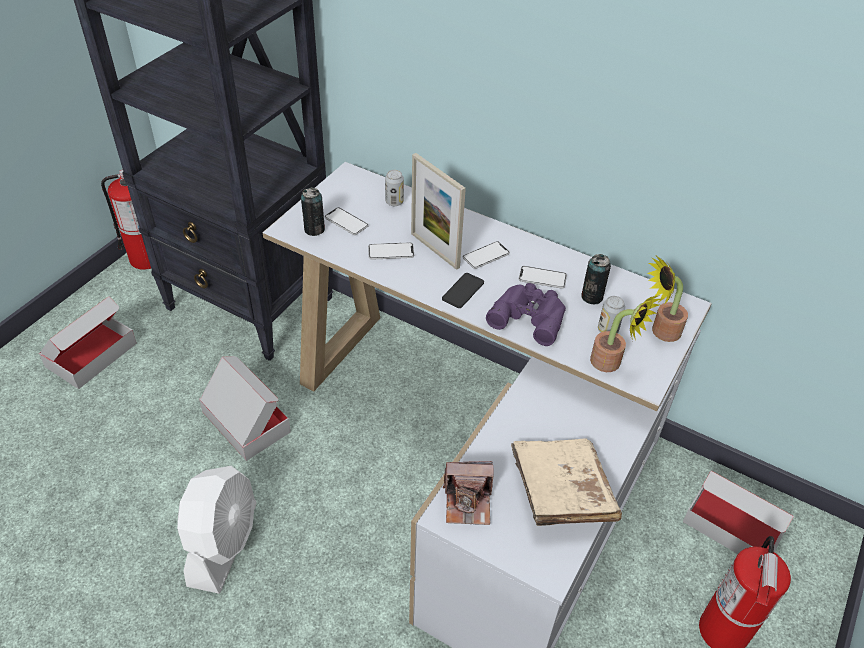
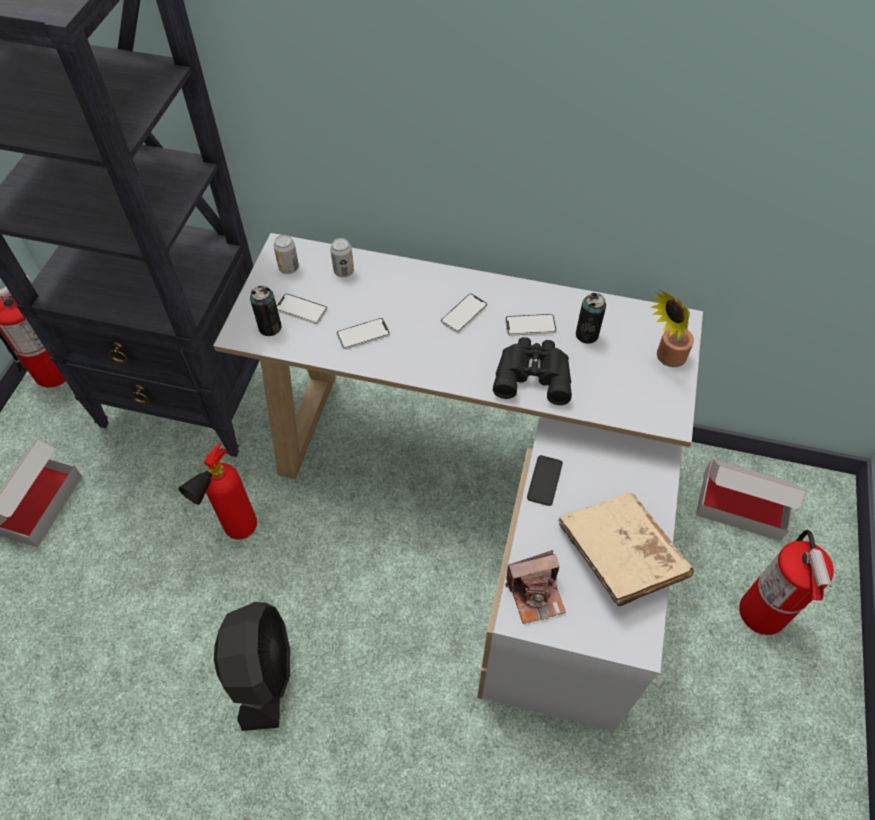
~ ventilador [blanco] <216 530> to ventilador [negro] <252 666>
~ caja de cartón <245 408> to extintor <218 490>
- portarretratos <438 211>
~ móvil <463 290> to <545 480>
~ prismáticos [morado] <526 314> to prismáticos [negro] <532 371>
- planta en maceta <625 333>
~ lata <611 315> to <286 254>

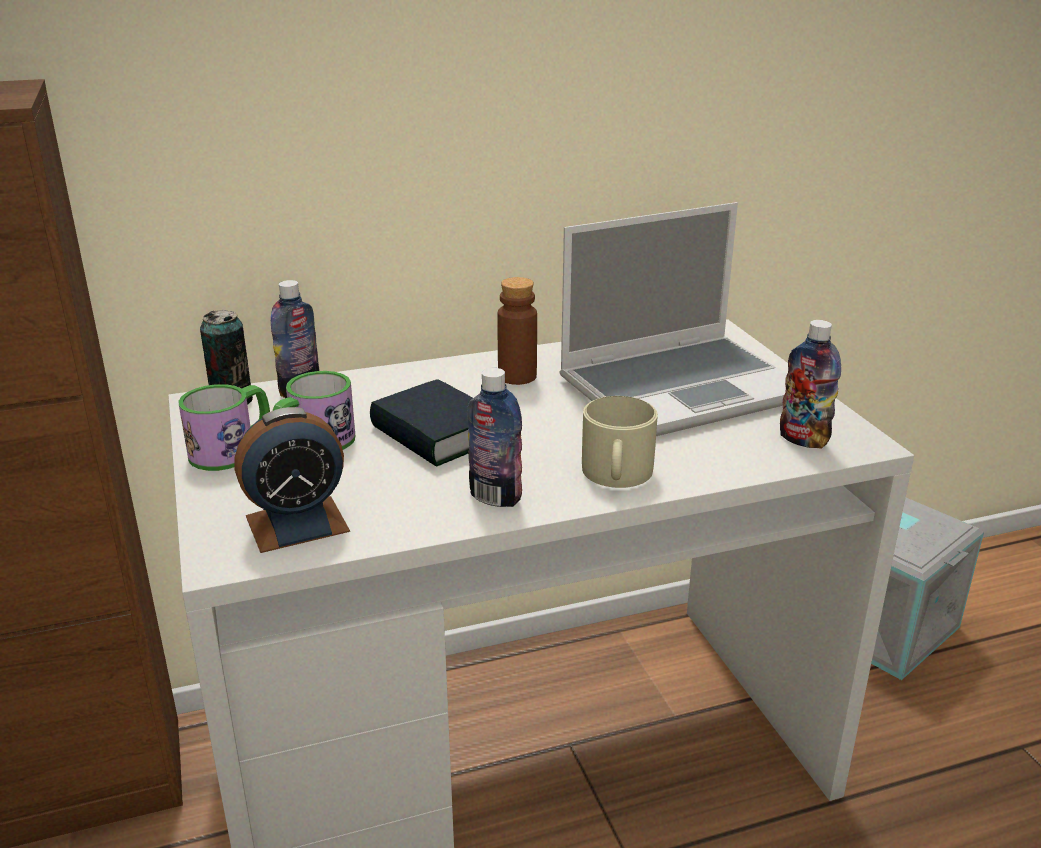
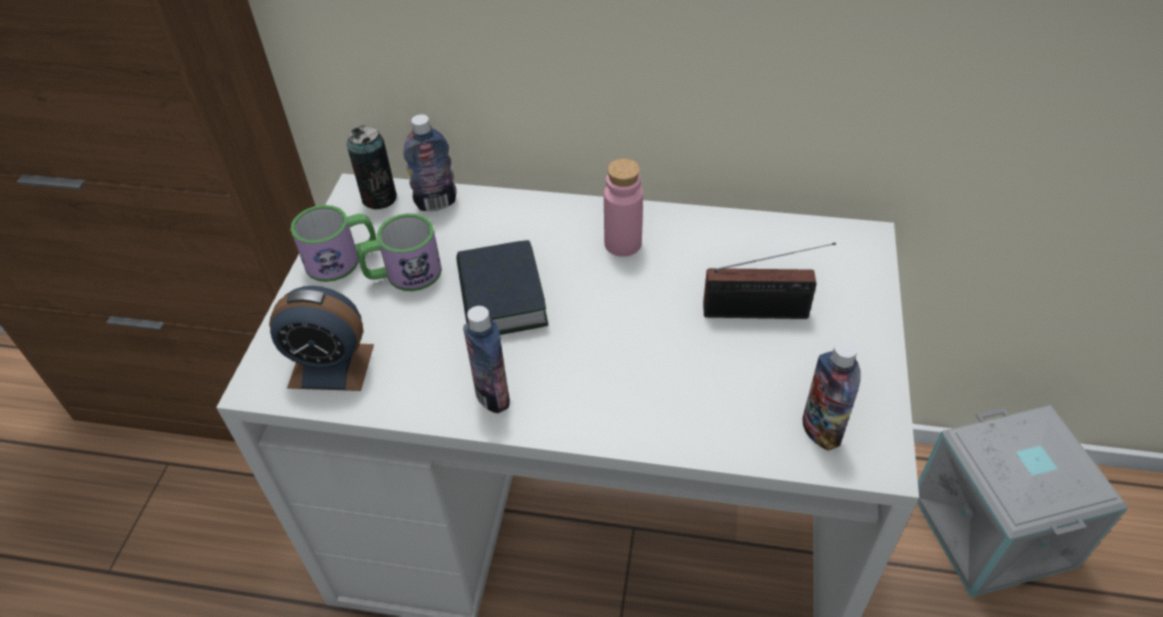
~ botella [marrón] <517 331> to botella [rosa] <623 207>
~ portátil <673 319> to radio <769 280>
- taza grande [beis] <620 442>

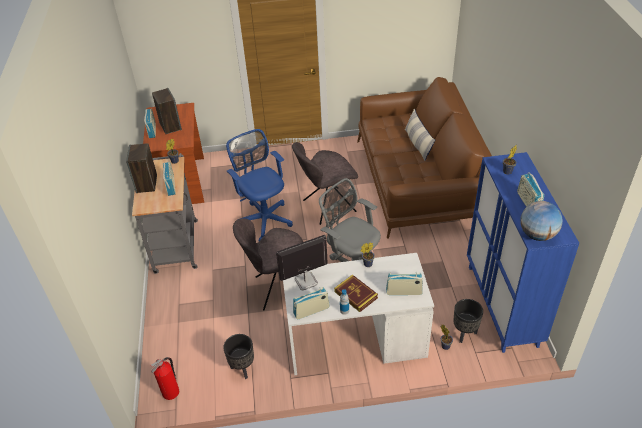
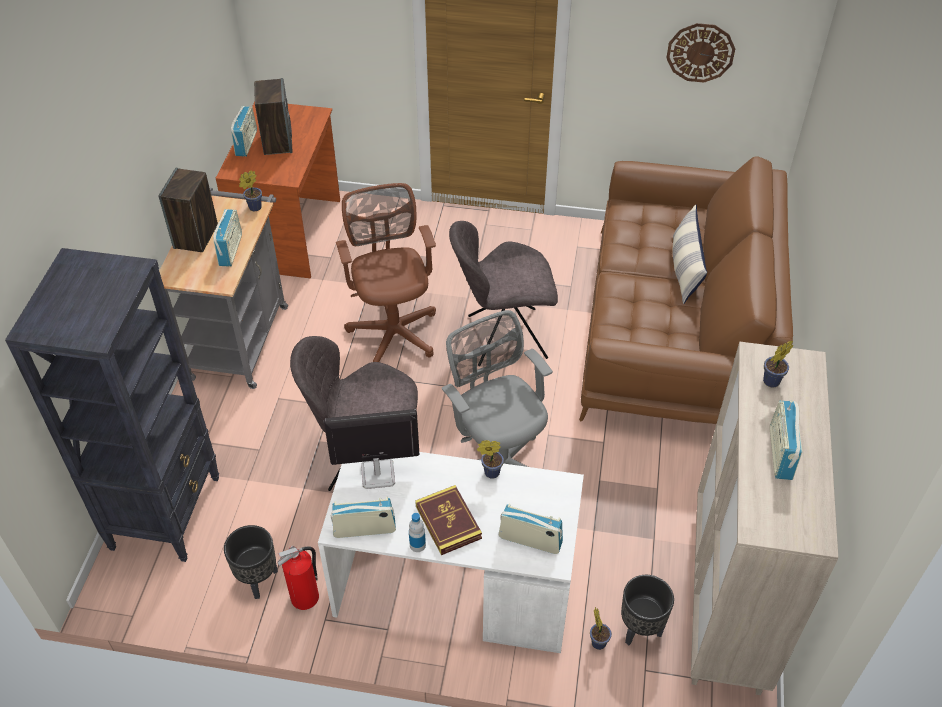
~ extintor <165 378> to <298 578>
~ silla de oficina [azul] <259 185> to silla de oficina [marrón] <386 272>
~ armario [azul] <523 252> to armario [beis] <764 518>
- globo terráqueo <541 221>
+ estantería [negro] <112 405>
+ reloj de pared <700 53>

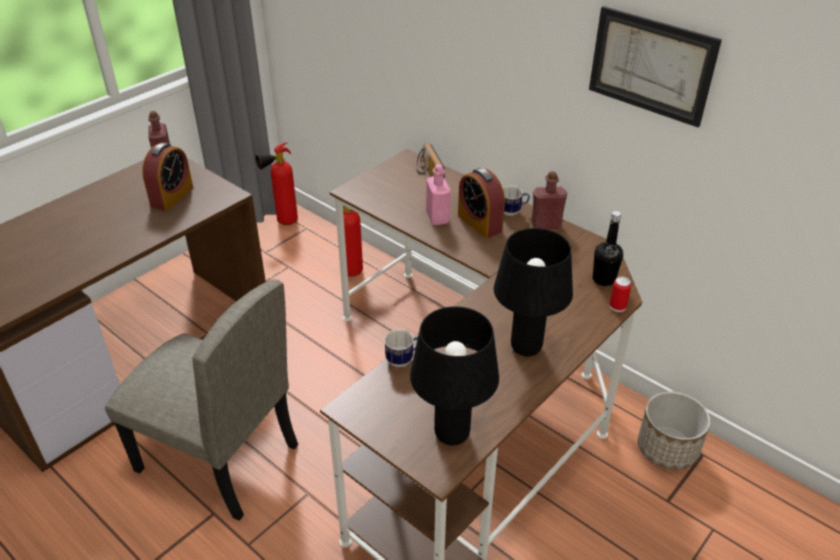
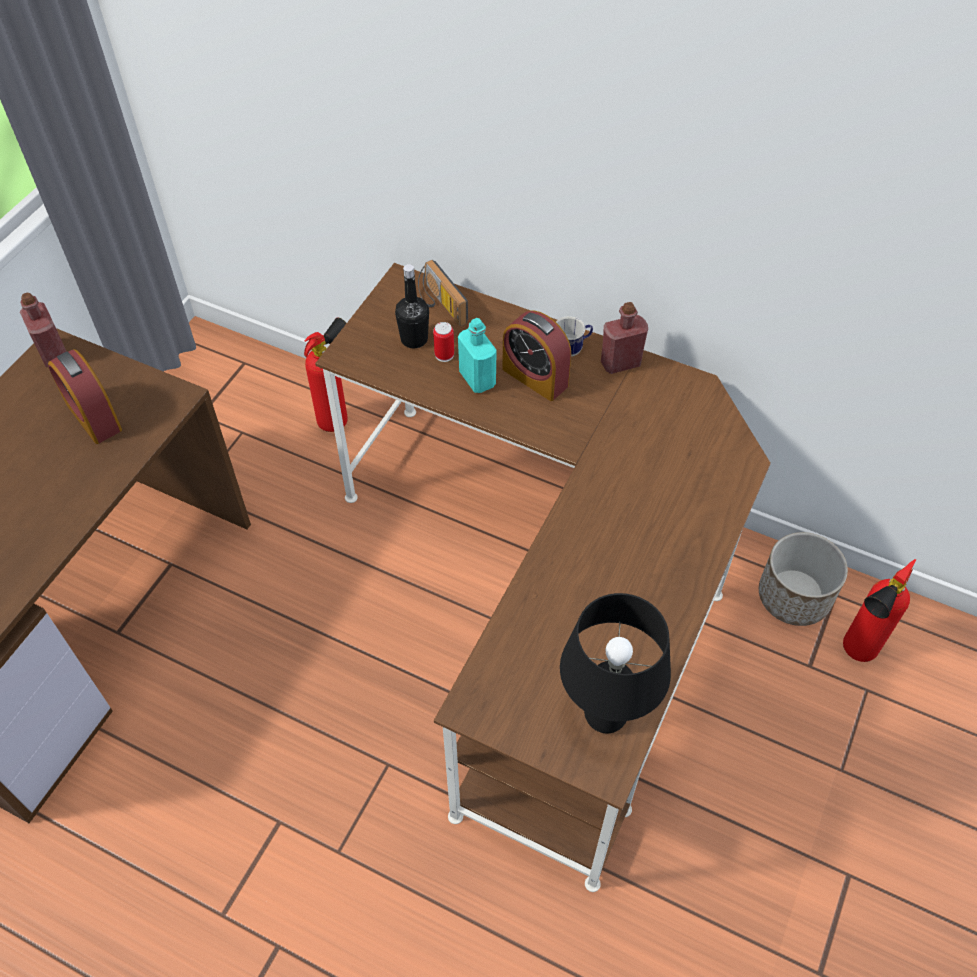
- silla [beis] <201 400>
~ despertador <167 177> = <85 396> 135 degrees clockwise
~ extintor <276 183> to <879 610>
- taza grande <401 348>
~ botella [rosa] <438 194> to botella [turquesa] <477 355>
- lámpara de mesa [negro] <533 292>
- cuadro <655 66>
~ botella [negro] <608 248> to <412 306>
~ lata <620 294> to <443 342>

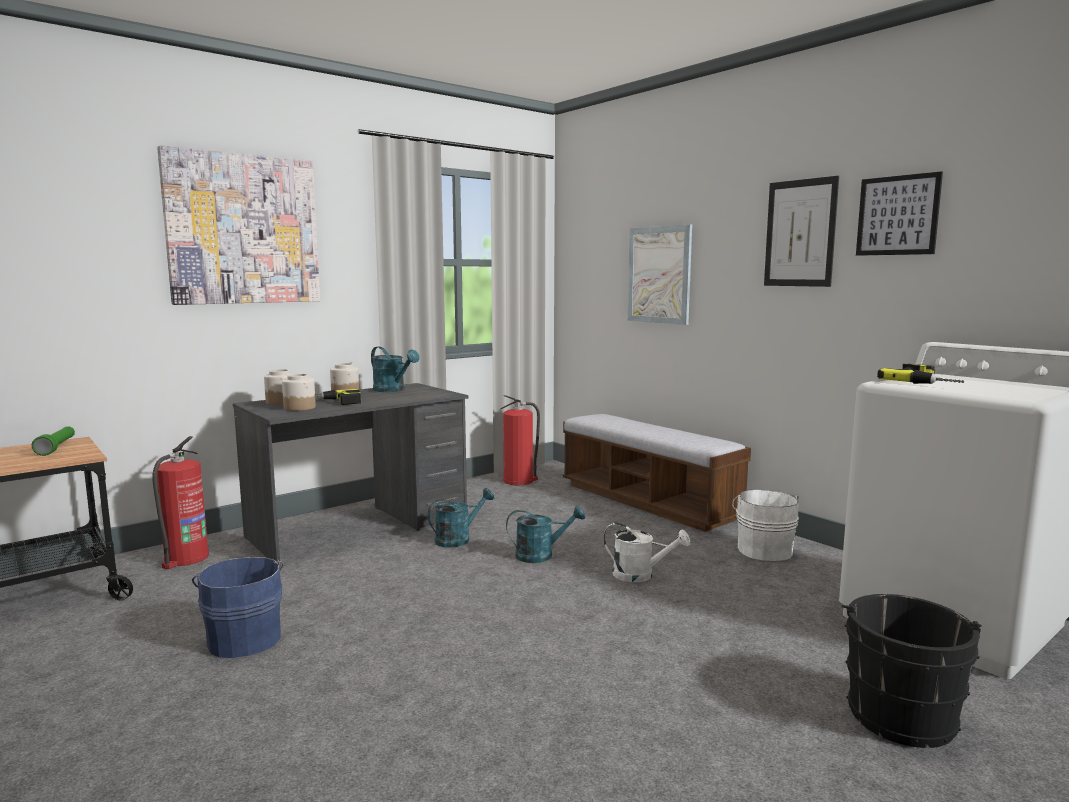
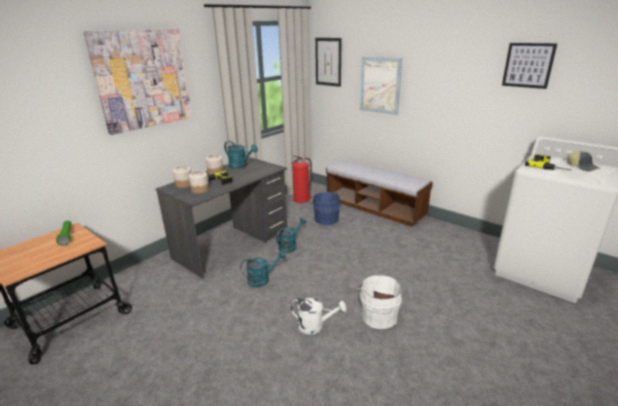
- extintor <180 502>
~ cubo [azul] <238 607> to <325 208>
~ regadera [turquesa] <545 534> to <263 269>
~ regadera [blanco] <646 552> to <319 316>
~ cubo [blanco] <765 525> to <379 302>
~ cuadro <801 231> to <328 62>
- cubo [negro] <912 671>
+ gorra <583 161>

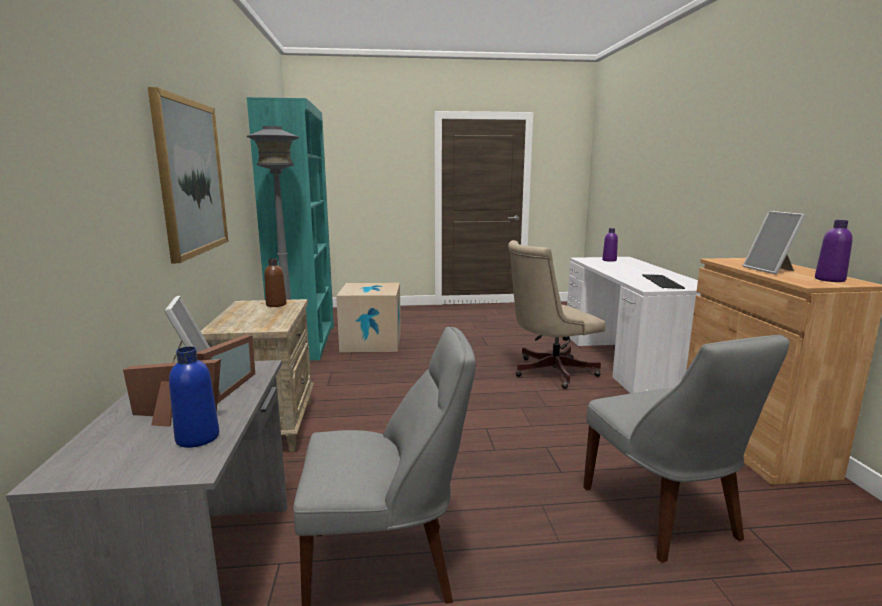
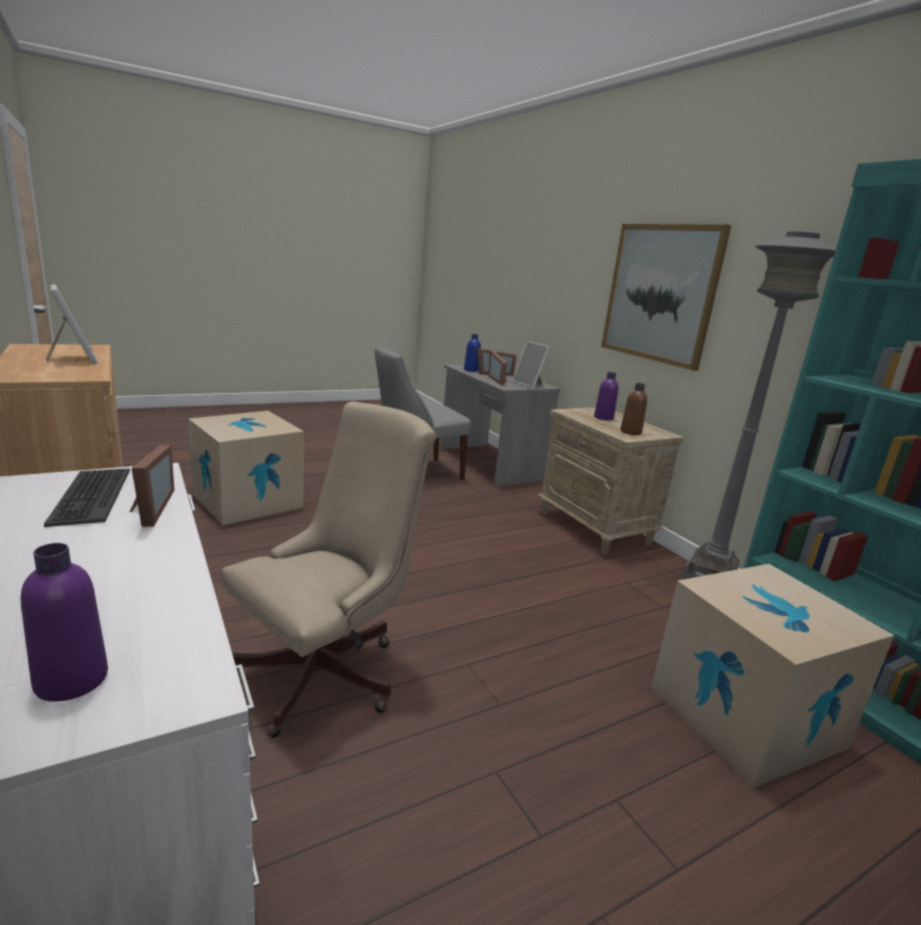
~ silla [gris] <686 449> to caja de cartón <246 468>
~ botella [morado] <834 251> to <606 396>
+ portarretratos <152 486>

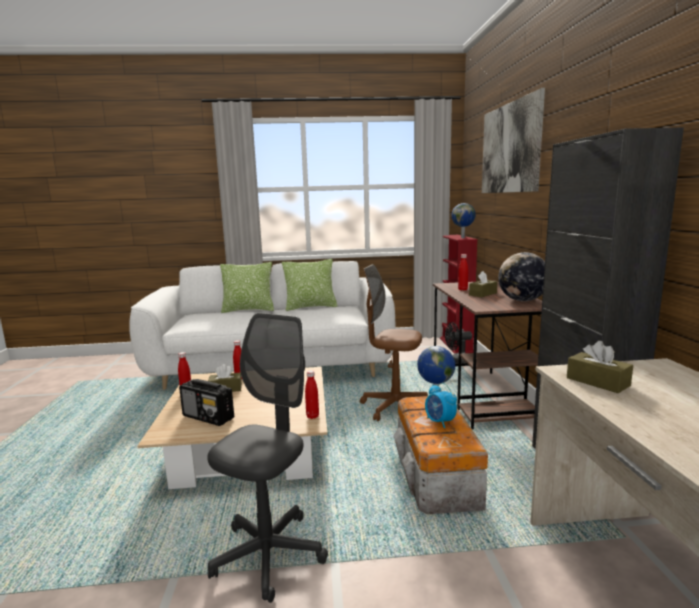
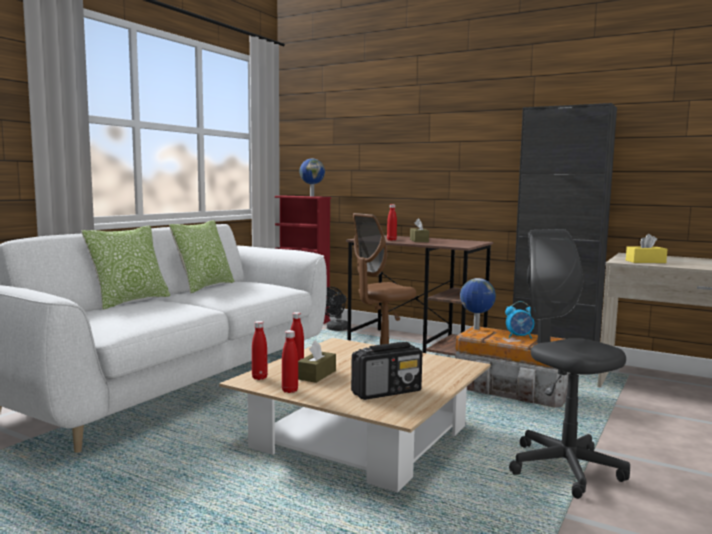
~ botella [rojo] <312 394> to <260 350>
- cuadro <513 140>
- globo terráqueo <521 276>
~ caja de pañuelos [marrón] <600 367> to caja de pañuelos [amarillo] <646 248>

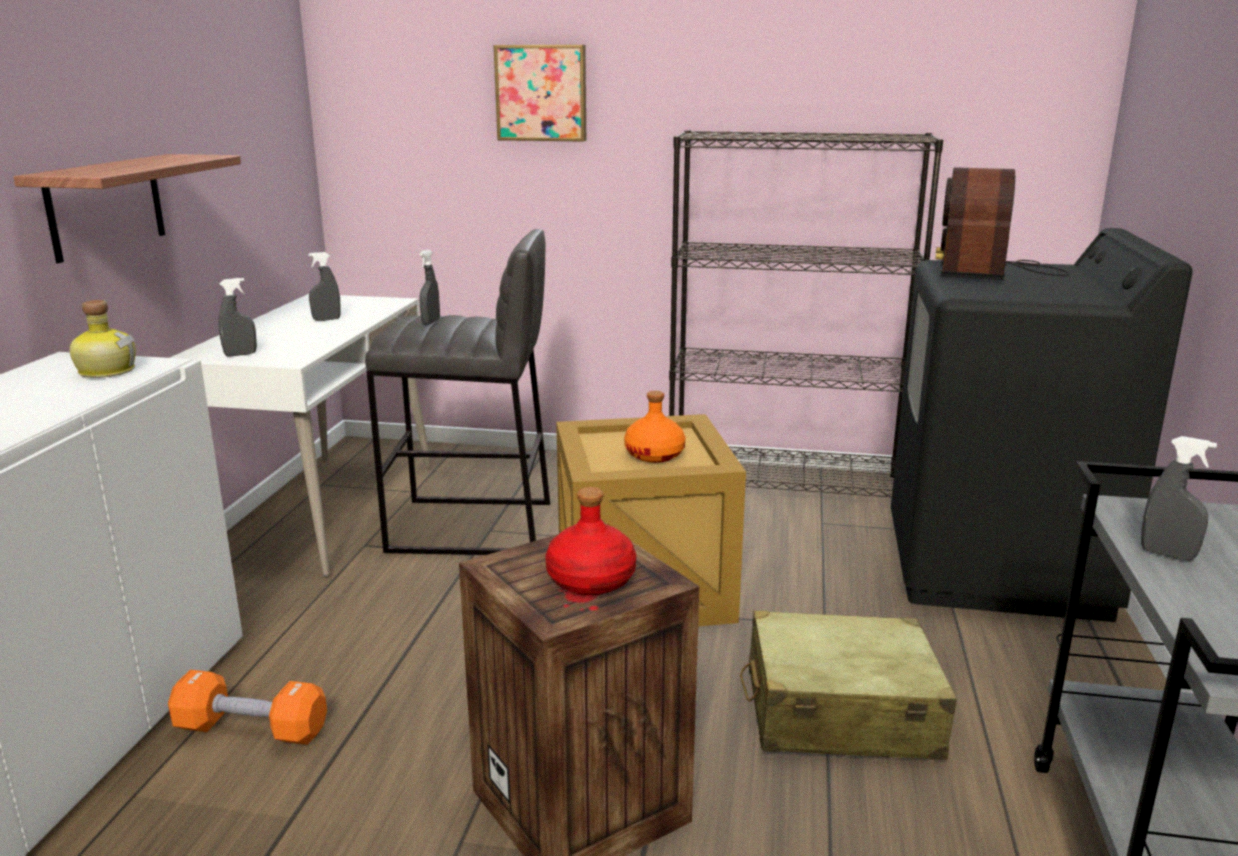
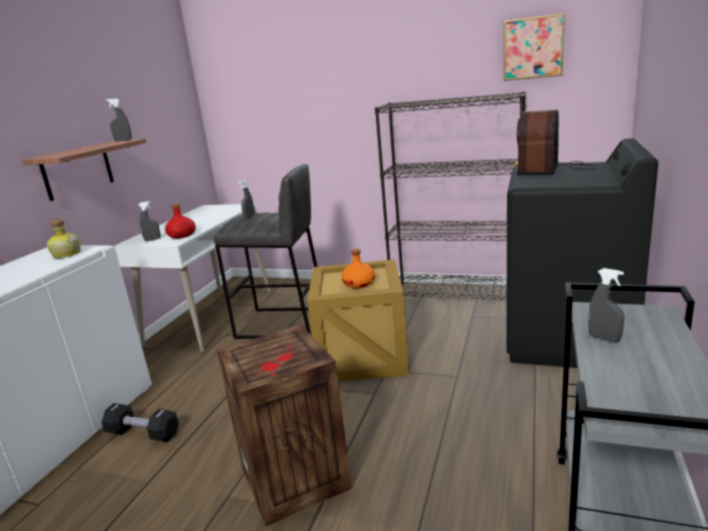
~ mancuerna [naranja] <247 707> to mancuerna [negro] <140 422>
~ pulverizador [gris] <324 286> to <119 119>
~ cuadro <540 93> to <534 47>
~ botella [rojo] <590 541> to <180 221>
- maleta [beis] <848 685>

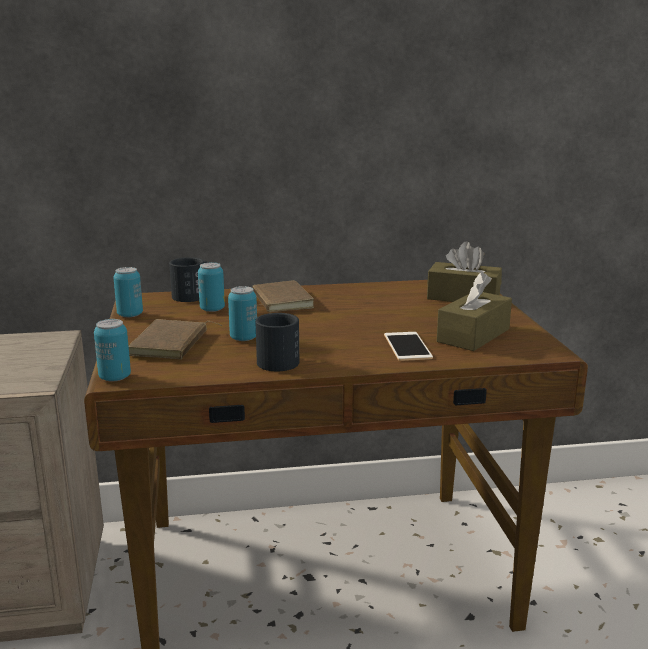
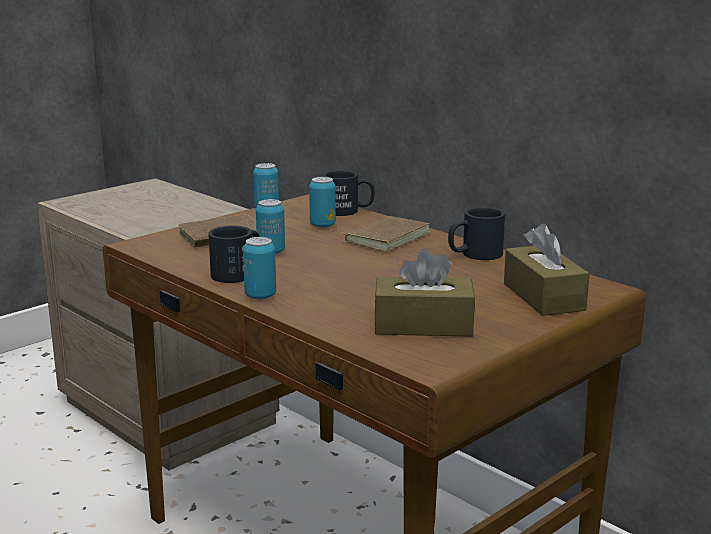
~ lata <112 350> to <259 268>
- móvil <408 346>
+ taza grande [negro] <476 233>

